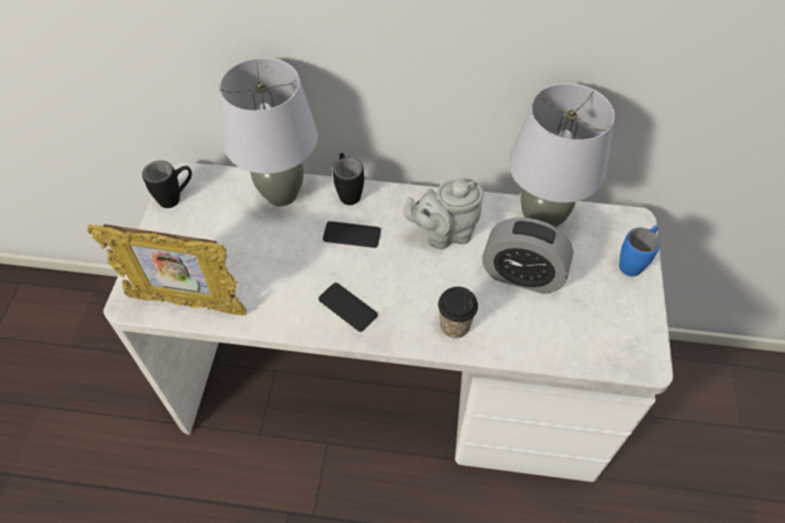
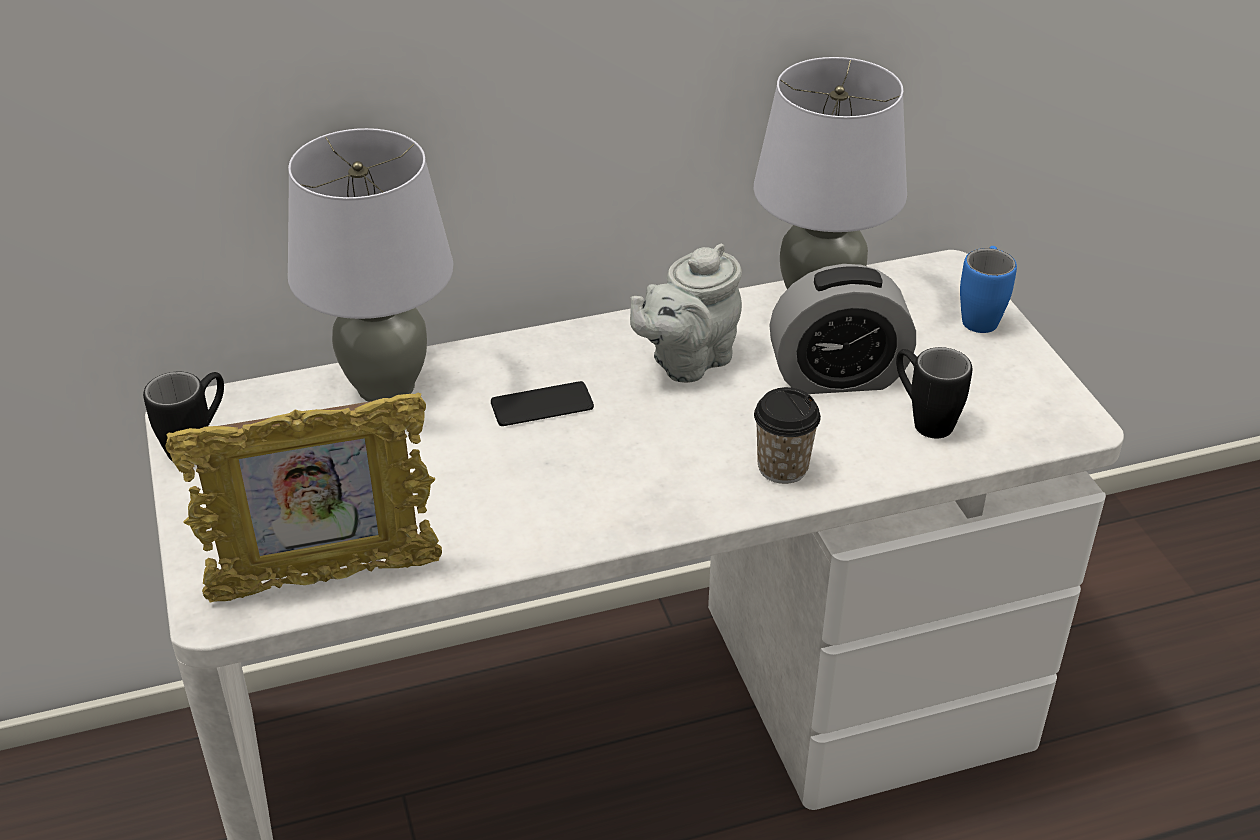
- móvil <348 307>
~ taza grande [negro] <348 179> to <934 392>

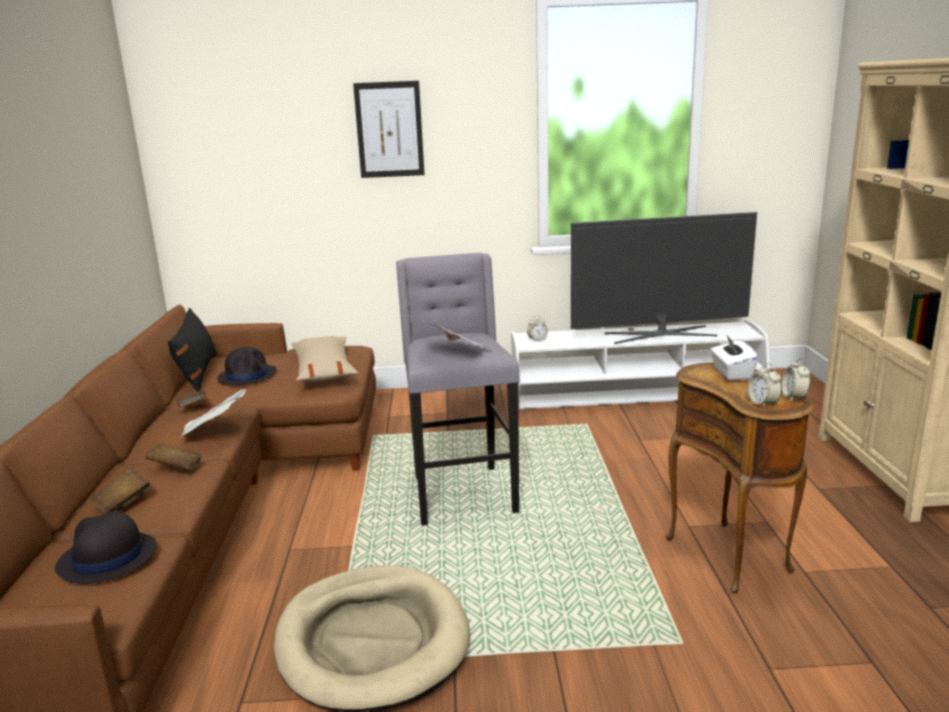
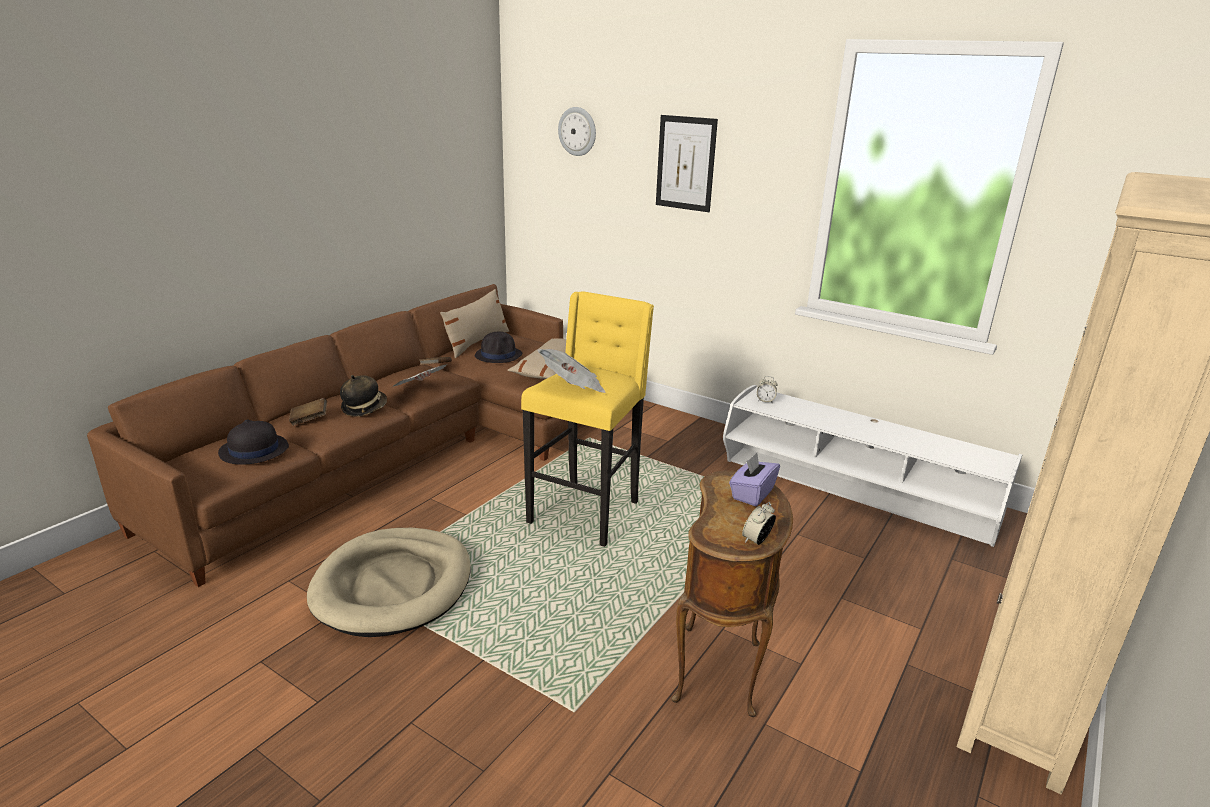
~ libro [marrón] <173 457> to sombrero <363 396>
~ cojín [negro] <192 350> to cojín [beis] <475 323>
~ taburete [gris] <458 389> to taburete [amarillo] <587 419>
- televisor <664 278>
~ caja de pañuelos [blanco] <734 357> to caja de pañuelos [morado] <754 479>
- despertador <764 385>
+ reloj de pared <577 131>

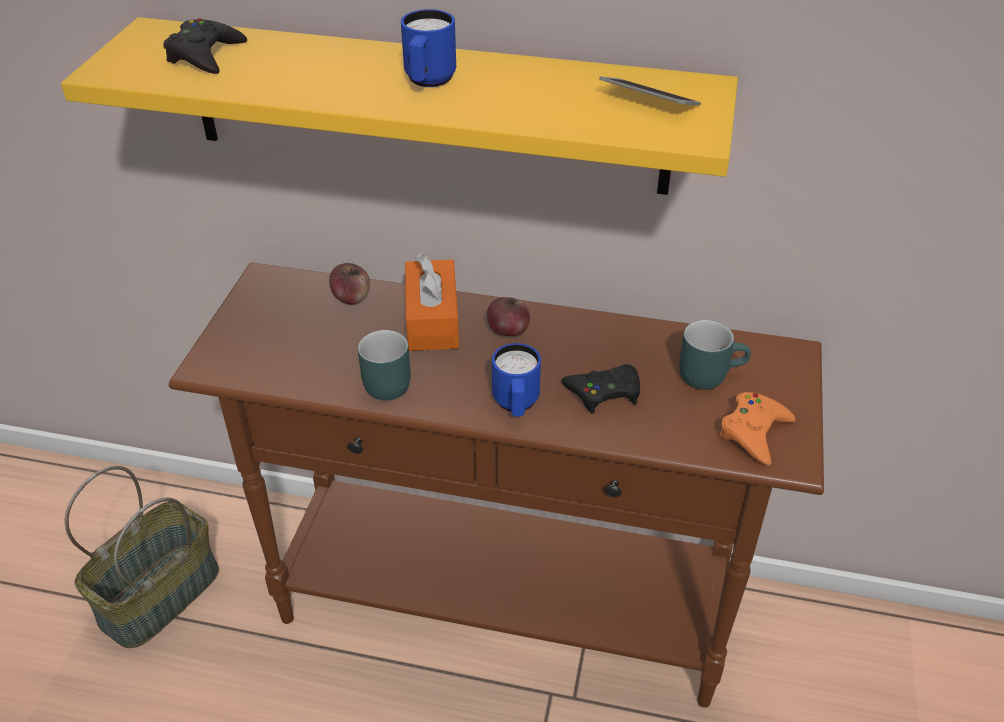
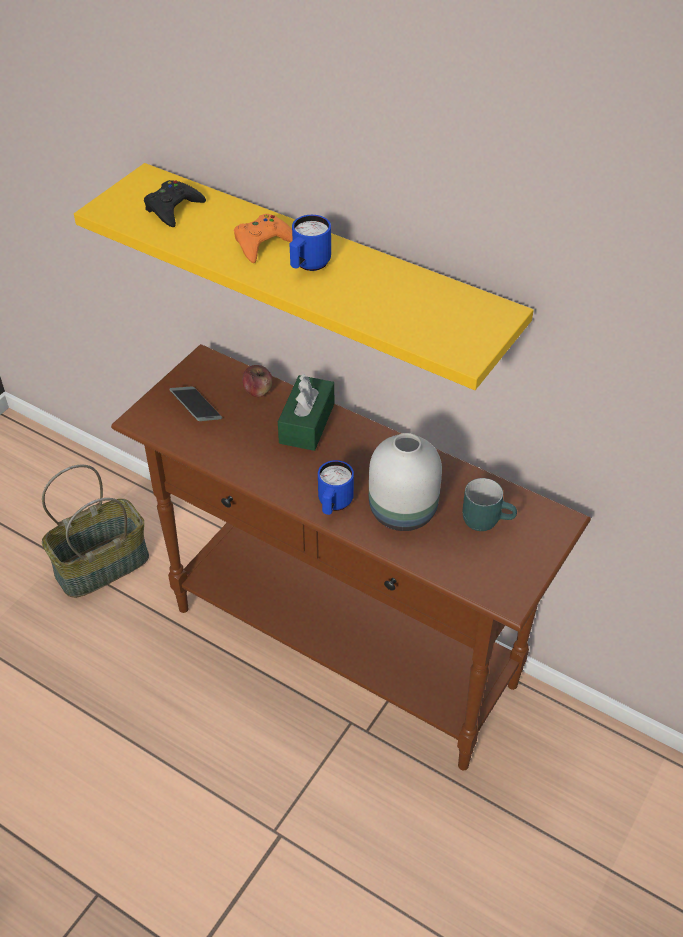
- taza grande [turquesa] <384 365>
~ caja de pañuelos [naranja] <432 302> to caja de pañuelos [verde] <306 412>
- manzana <508 316>
~ mando de consola [negro] <600 389> to florero [blanco] <405 482>
~ móvil <650 91> to <195 404>
~ mando de consola [naranja] <757 429> to <263 238>

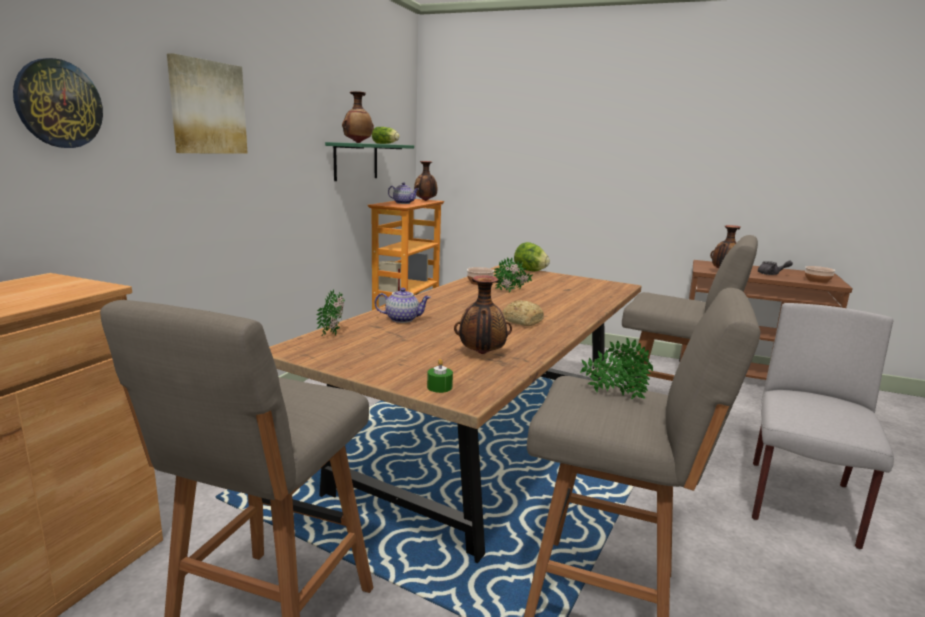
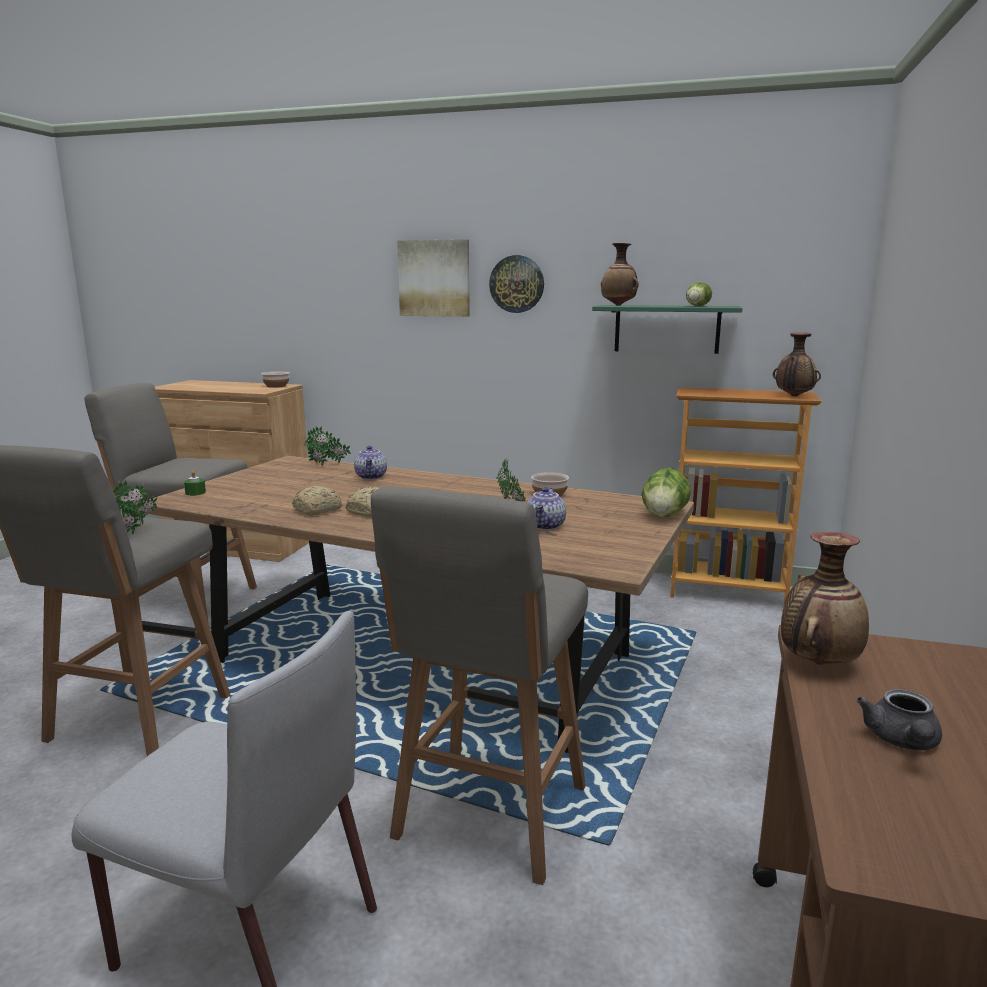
~ reloj de pared <58 103> to <516 284>
~ tetera <403 193> to <546 508>
- florero <483 314>
~ cuenco <820 274> to <275 379>
+ pan <317 500>

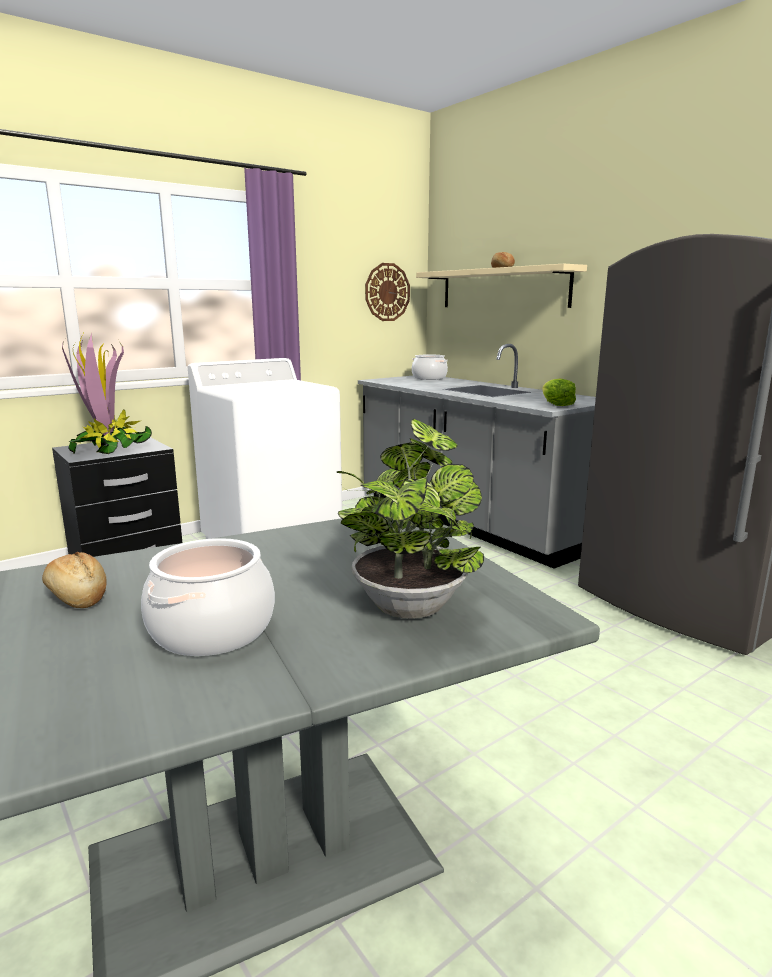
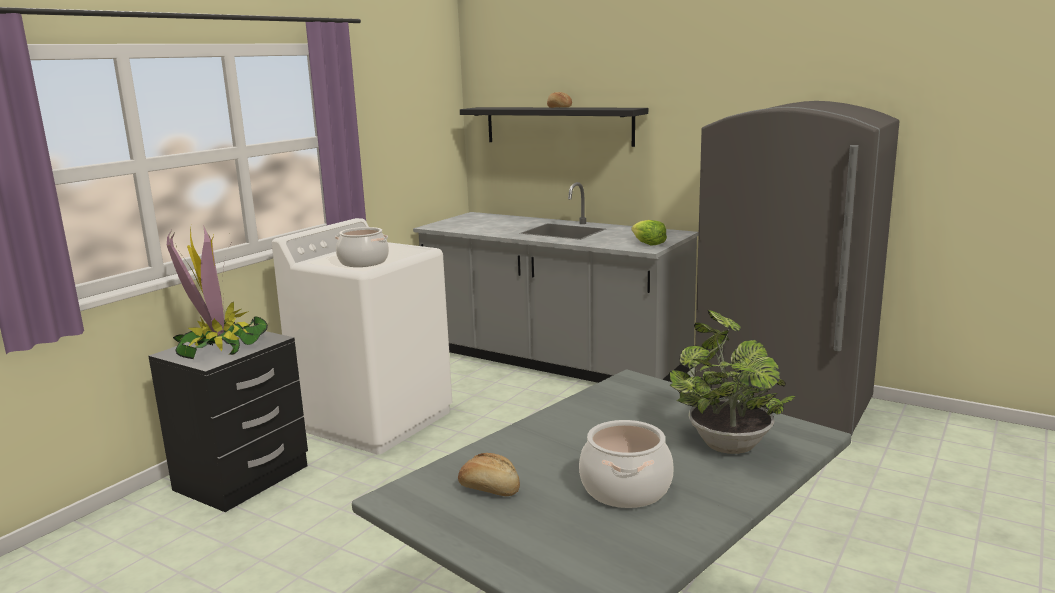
- reloj de pared <387 292>
~ olla <430 367> to <362 247>
~ estante [beis] <501 286> to estante [negro] <554 127>

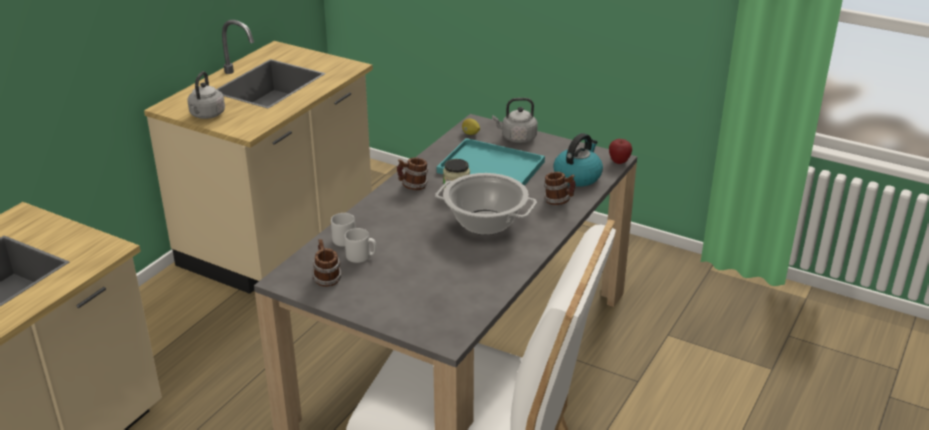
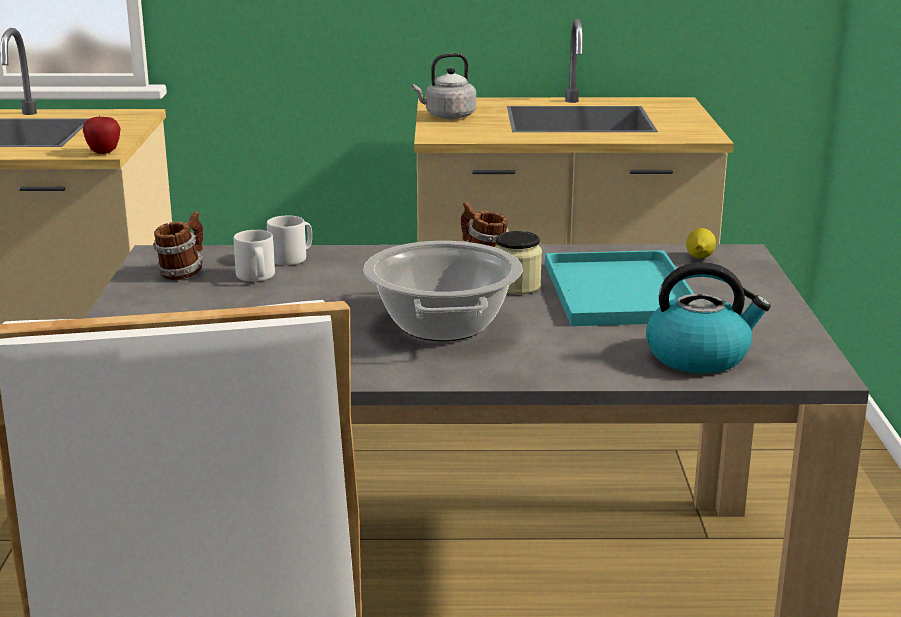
- hervidor [gris] <515 120>
- taza grande <560 188>
~ manzana <620 151> to <102 134>

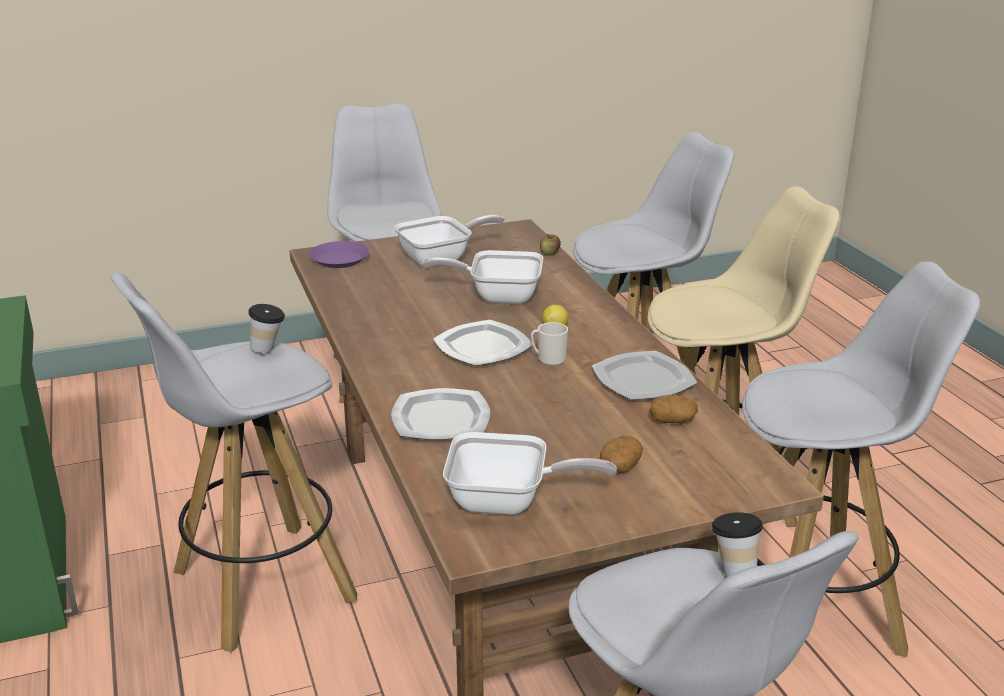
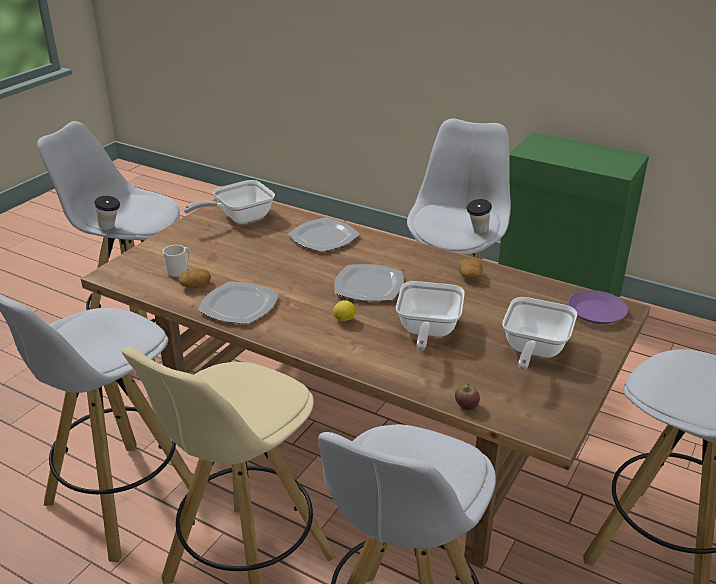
~ sartén <482 277> = <430 316> 135 degrees clockwise
~ taza grande <549 344> to <176 261>
~ patata <621 454> to <471 268>

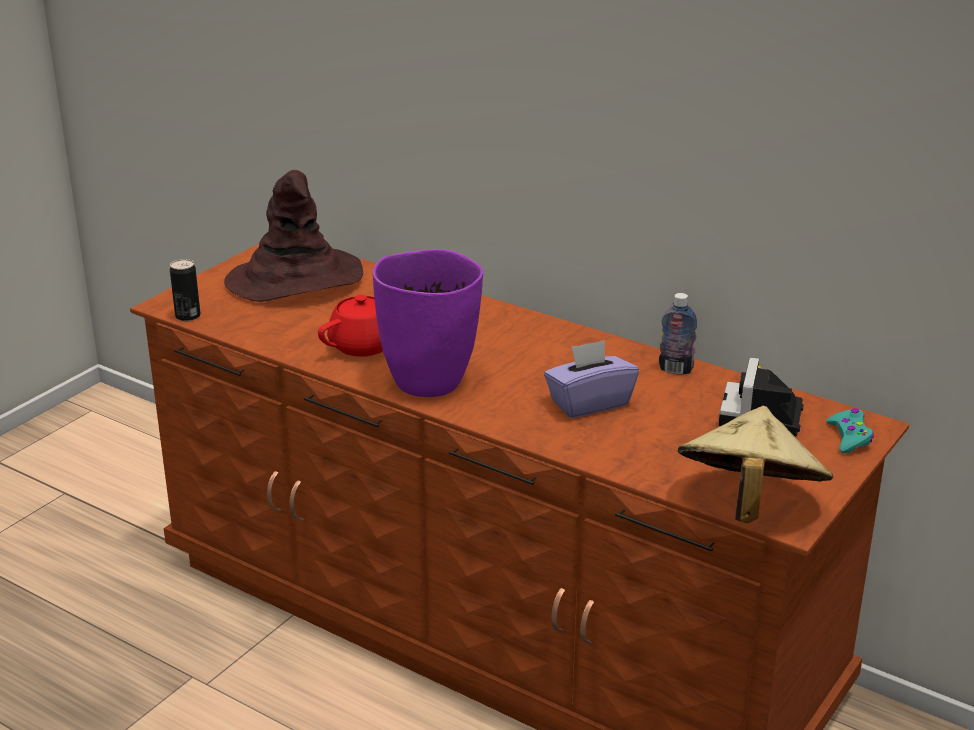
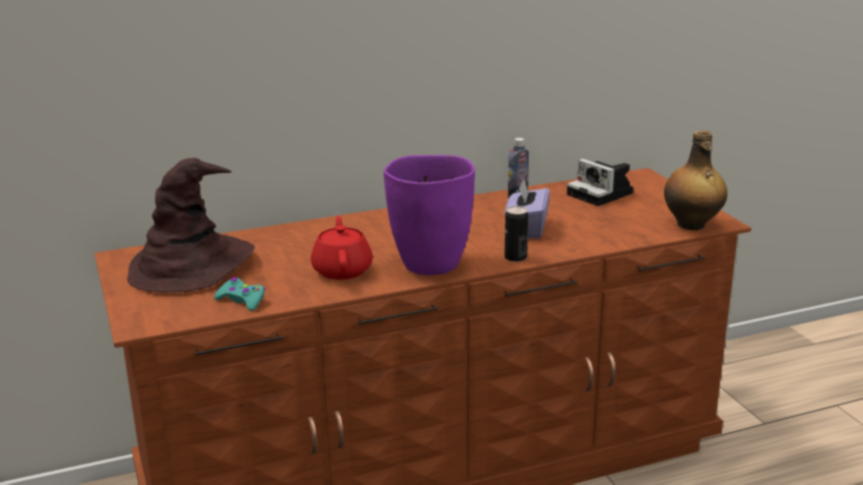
~ lata <185 290> to <516 234>
~ sombrero [beis] <755 464> to botella <695 180>
~ mando de consola [turquesa] <850 430> to <239 294>

